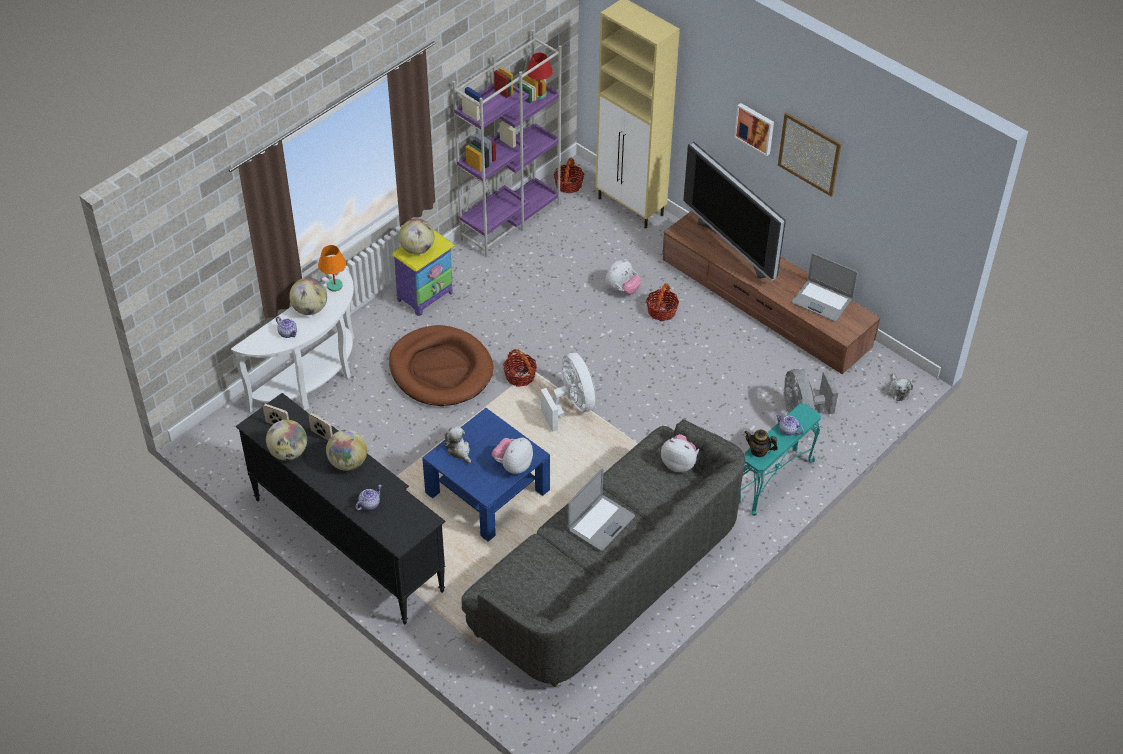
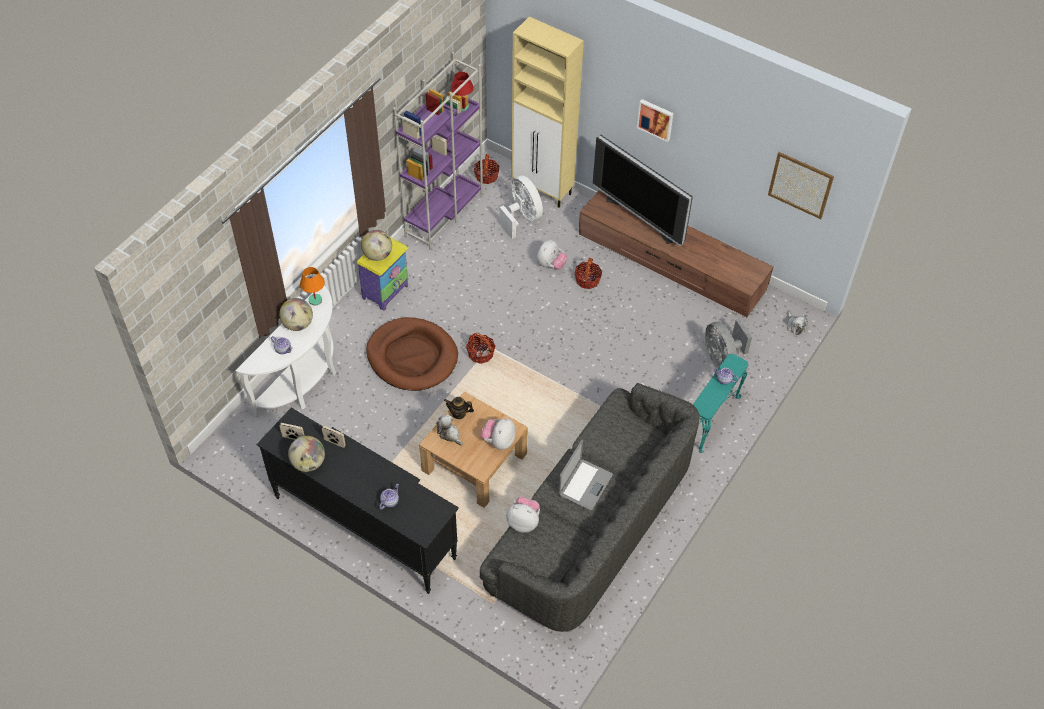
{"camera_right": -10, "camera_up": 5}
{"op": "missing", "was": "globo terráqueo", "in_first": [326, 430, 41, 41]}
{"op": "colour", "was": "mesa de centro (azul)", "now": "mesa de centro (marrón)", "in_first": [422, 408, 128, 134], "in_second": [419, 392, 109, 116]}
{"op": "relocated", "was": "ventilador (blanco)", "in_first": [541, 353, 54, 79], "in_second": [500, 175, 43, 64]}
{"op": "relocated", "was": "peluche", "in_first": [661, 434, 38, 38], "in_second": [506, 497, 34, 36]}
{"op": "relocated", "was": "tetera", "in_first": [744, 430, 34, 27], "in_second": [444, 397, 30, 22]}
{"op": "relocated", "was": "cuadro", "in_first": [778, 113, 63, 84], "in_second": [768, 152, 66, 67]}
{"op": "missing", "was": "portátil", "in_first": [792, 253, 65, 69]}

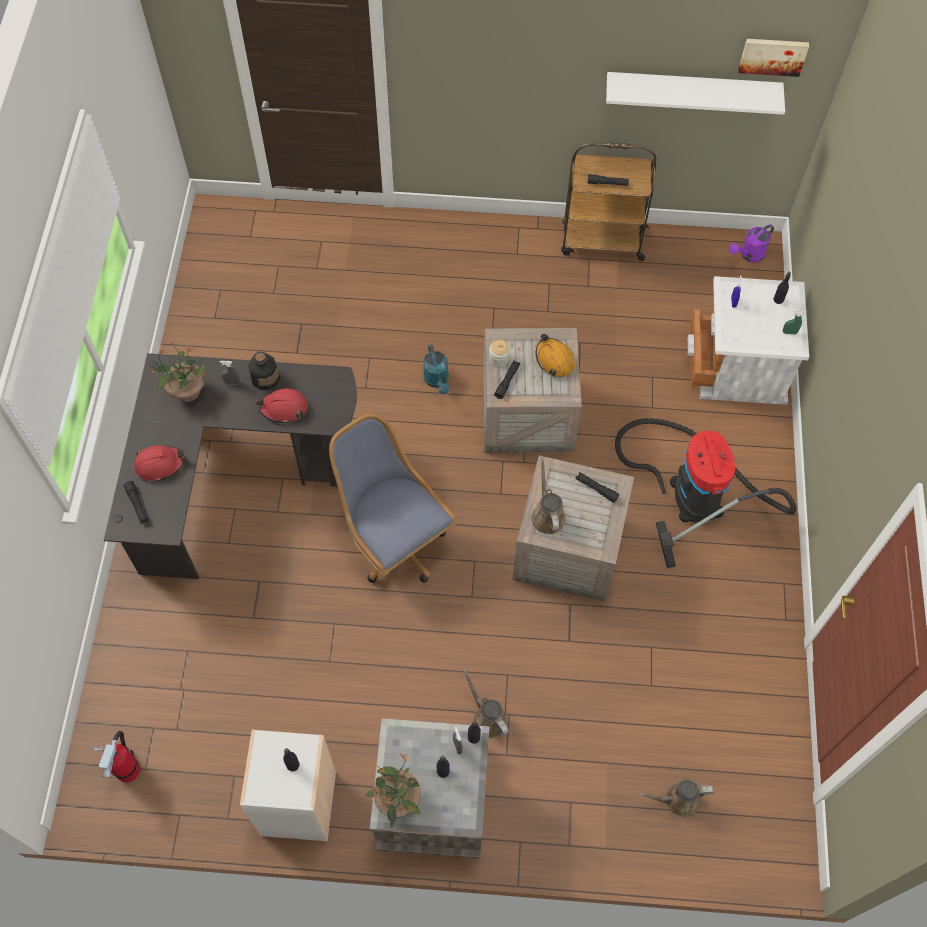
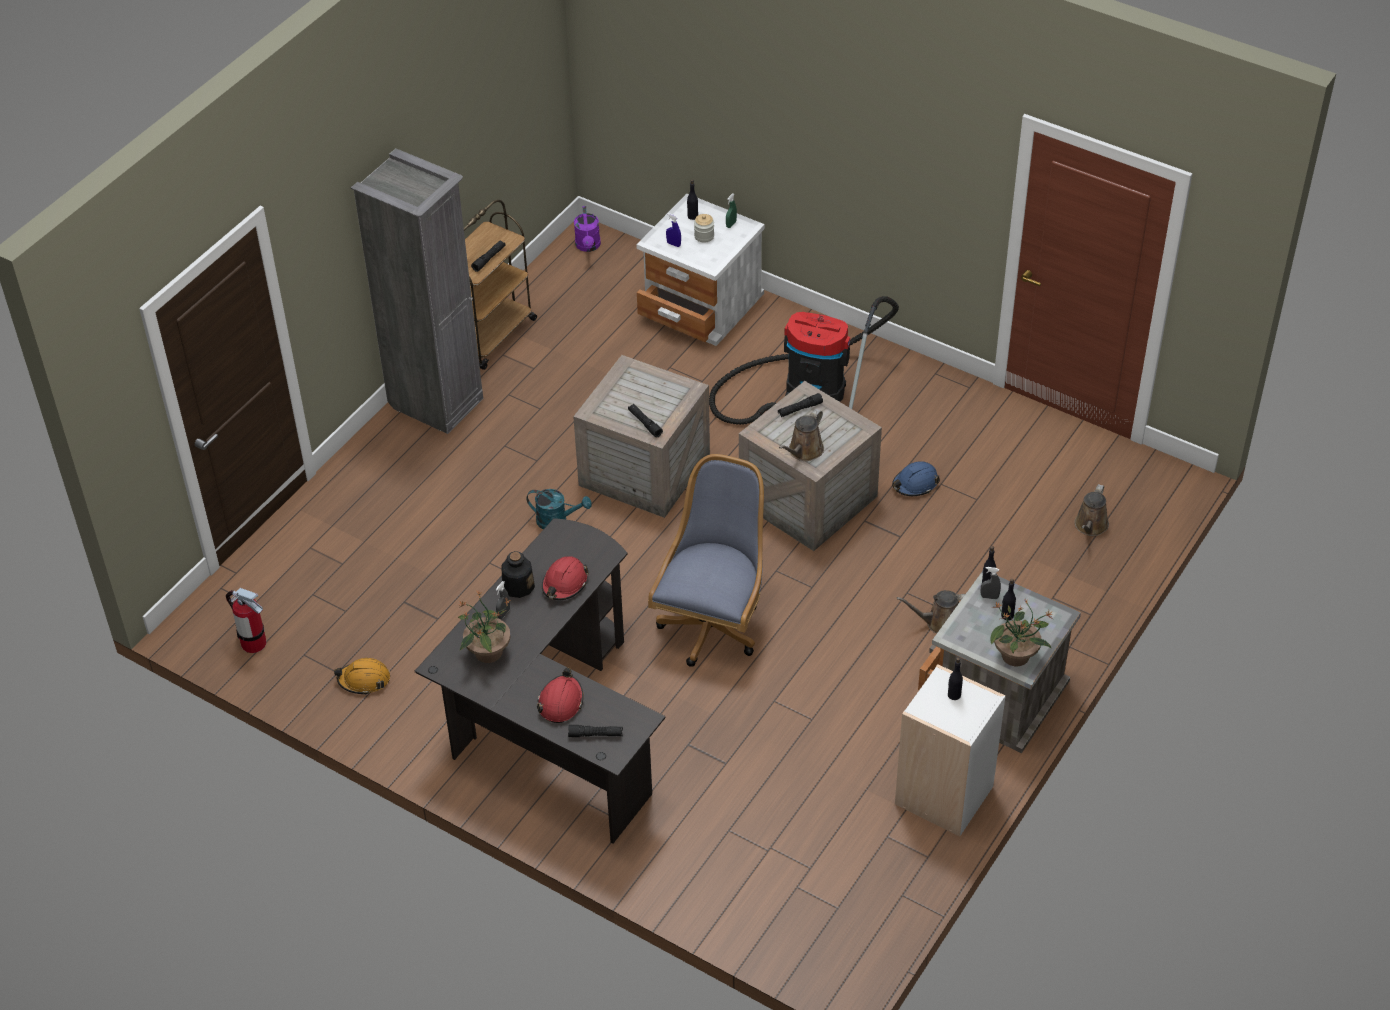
{"camera_right": -60, "camera_up": -15}
{"op": "relocated", "was": "extintor", "in_first": [92, 731, 49, 52], "in_second": [226, 588, 40, 65]}
{"op": "spun", "was": "silla de oficina (azul)", "in_first": [329, 414, 127, 169], "in_second": [648, 454, 116, 213], "clockwise": 120}
{"op": "relocated", "was": "tarro", "in_first": [489, 340, 21, 27], "in_second": [694, 214, 20, 29]}
{"op": "spun", "was": "regadera (marrón)", "in_first": [531, 456, 35, 79], "in_second": [779, 409, 45, 52], "clockwise": -75}
{"op": "relocated", "was": "casco (naranja)", "in_first": [536, 333, 39, 44], "in_second": [334, 658, 56, 37]}
{"op": "missing", "was": "estante (blanco)", "in_first": [606, 72, 179, 43]}
{"op": "missing", "was": "cuadro", "in_first": [738, 39, 71, 38]}
{"op": "appeared", "now": "armario (gris)", "in_second": [351, 148, 132, 286]}
{"op": "appeared", "now": "casco (azul)", "in_second": [892, 461, 48, 35]}

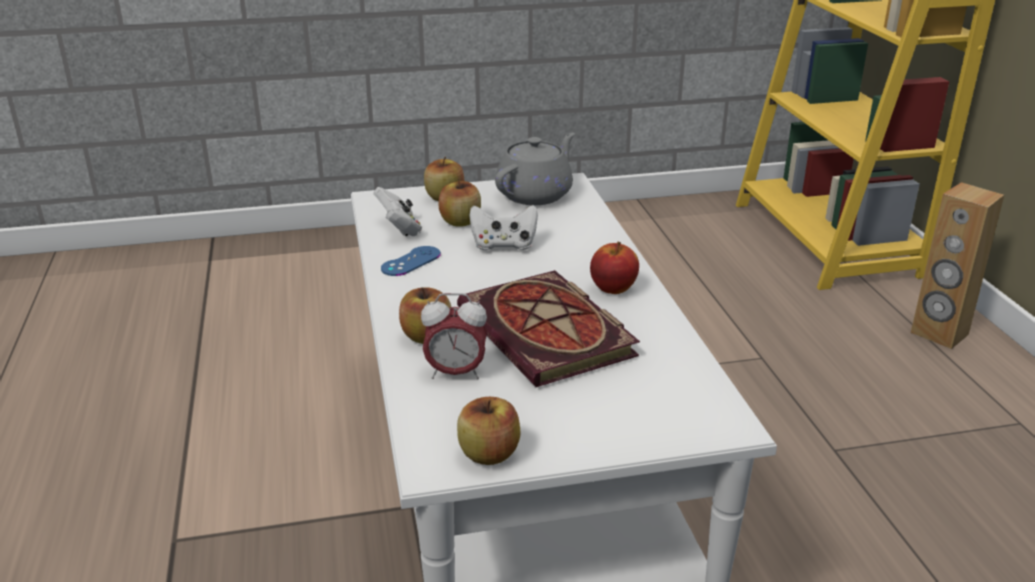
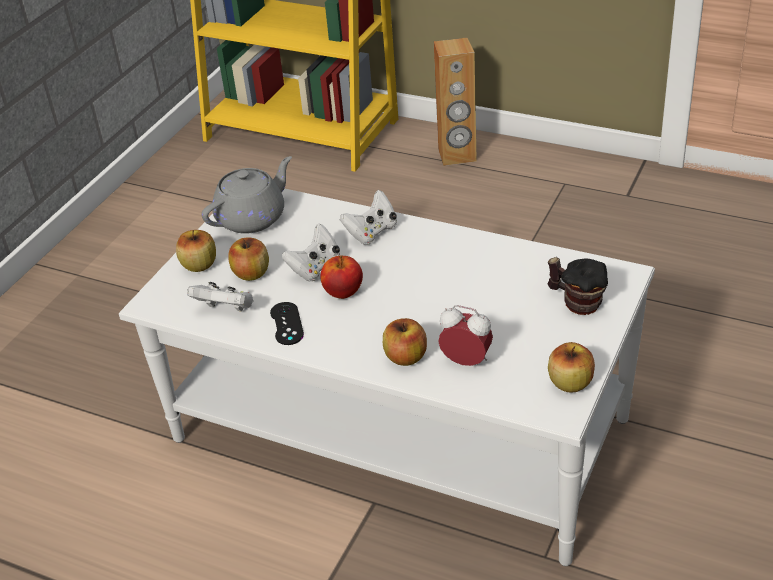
{"camera_right": -50, "camera_up": 10}
{"op": "colour", "was": "mando de consola (azul)", "now": "mando de consola (negro)", "in_first": [381, 246, 60, 30], "in_second": [270, 302, 34, 43]}
{"op": "spun", "was": "despertador", "in_first": [421, 293, 66, 86], "in_second": [438, 305, 55, 61], "clockwise": -105}
{"op": "missing", "was": "libro", "in_first": [457, 270, 183, 117]}
{"op": "spun", "was": "tetera (gris)", "in_first": [495, 133, 80, 72], "in_second": [201, 156, 91, 78], "clockwise": 60}
{"op": "relocated", "was": "manzana", "in_first": [590, 242, 49, 52], "in_second": [320, 255, 43, 44]}
{"op": "appeared", "now": "mando de consola (blanco)", "in_second": [340, 190, 57, 55]}
{"op": "appeared", "now": "taza grande", "in_second": [547, 257, 61, 58]}

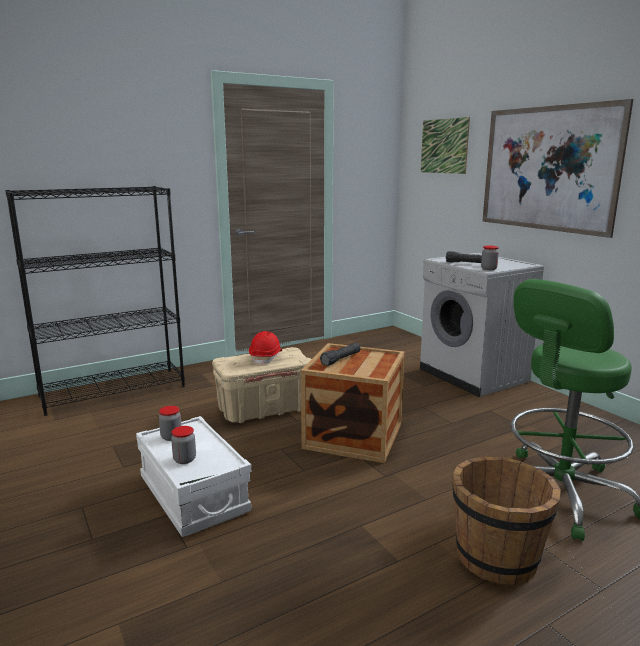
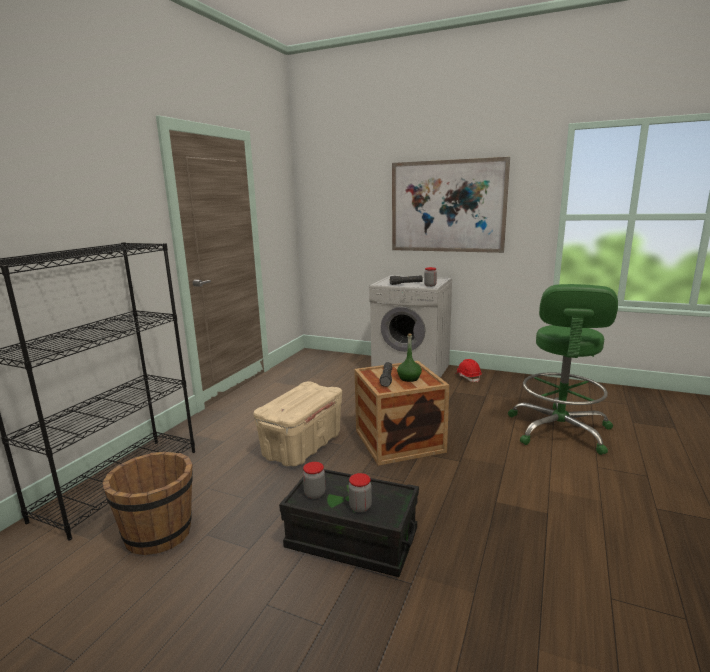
{"camera_right": -35, "camera_up": 0}
{"op": "colour", "was": "caja de almacenaje (blanco)", "now": "caja de almacenaje (negro)", "in_first": [136, 416, 115, 121], "in_second": [279, 469, 140, 108]}
{"op": "relocated", "was": "casco (rojo)", "in_first": [249, 331, 33, 35], "in_second": [455, 359, 27, 23]}
{"op": "missing", "was": "cuadro", "in_first": [421, 117, 49, 57]}
{"op": "relocated", "was": "cubo (marrón)", "in_first": [452, 457, 109, 128], "in_second": [103, 452, 90, 103]}
{"op": "appeared", "now": "botella (verde)", "in_second": [397, 334, 25, 48]}

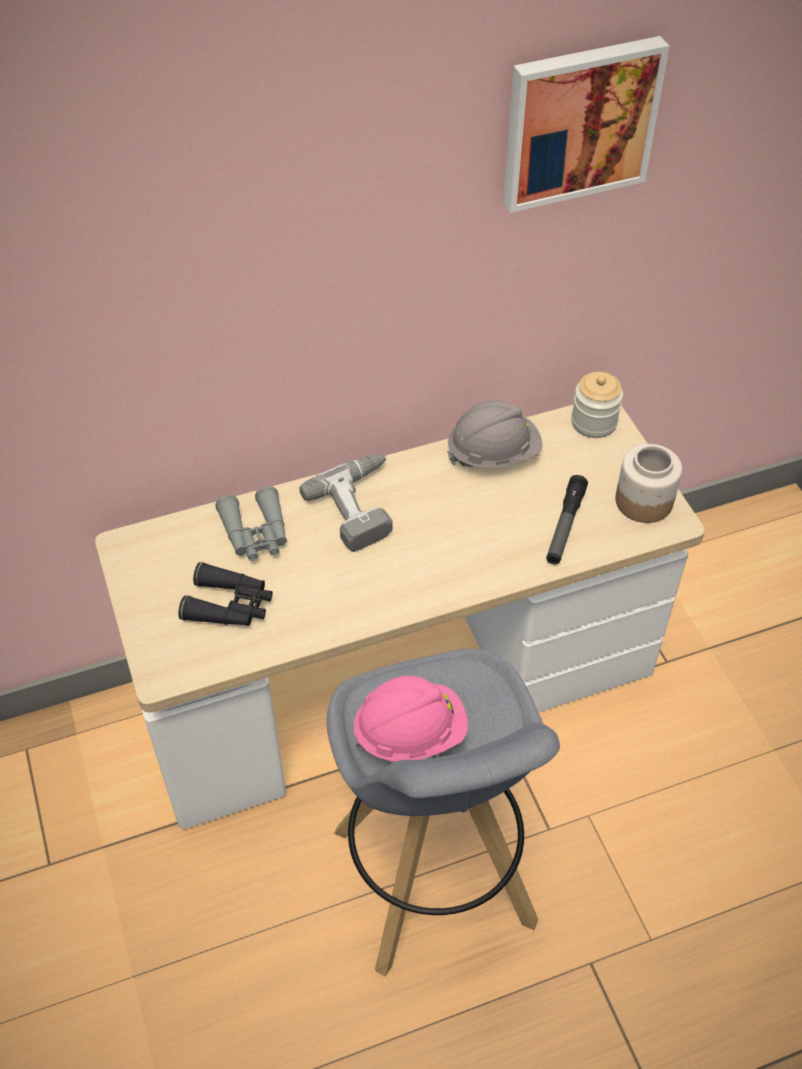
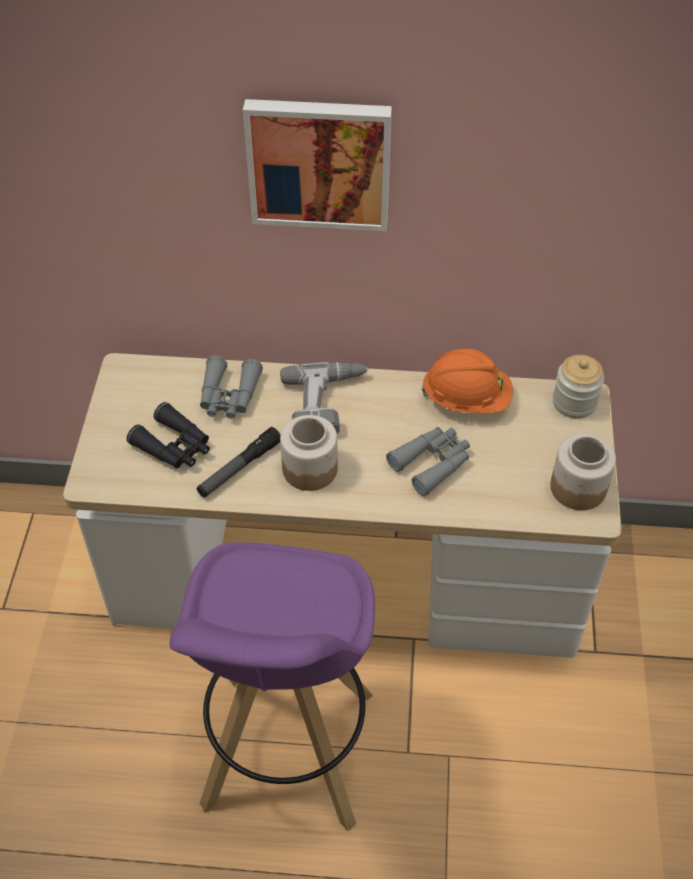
{"camera_right": 25, "camera_up": 0}
{"op": "colour", "was": "taburete (gris)", "now": "taburete (morado)", "in_first": [327, 648, 233, 328], "in_second": [170, 543, 205, 288]}
{"op": "missing", "was": "casco (rosa)", "in_first": [353, 676, 115, 86]}
{"op": "colour", "was": "casco (gris)", "now": "casco (naranja)", "in_first": [447, 400, 96, 68], "in_second": [421, 349, 92, 64]}
{"op": "relocated", "was": "cuadro", "in_first": [503, 36, 167, 177], "in_second": [243, 99, 149, 132]}
{"op": "relocated", "was": "linterna", "in_first": [546, 475, 42, 89], "in_second": [197, 427, 84, 70]}
{"op": "appeared", "now": "tarro", "in_second": [280, 415, 58, 76]}
{"op": "appeared", "now": "prismáticos (gris)", "in_second": [386, 427, 84, 69]}

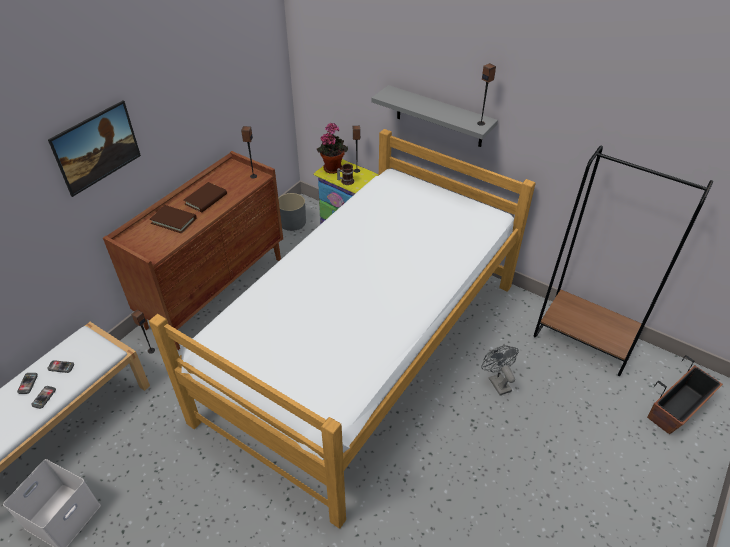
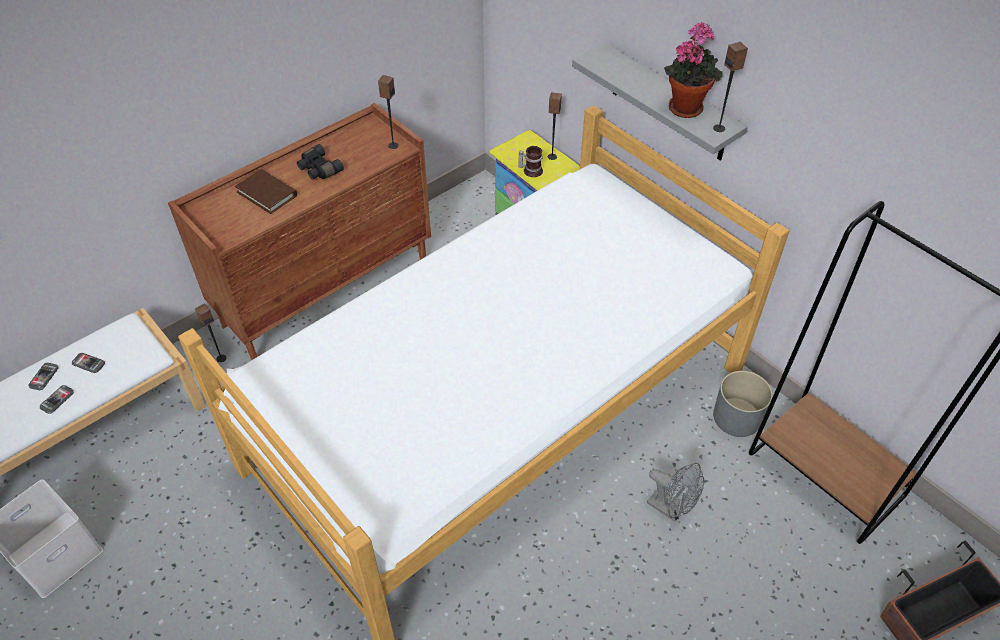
{"camera_right": 15, "camera_up": 5}
{"op": "missing", "was": "cuadro", "in_first": [48, 101, 93, 96]}
{"op": "exchanged", "was": "libro (marrón)", "now": "prismáticos (negro)", "in_first": [183, 182, 44, 31], "in_second": [297, 144, 47, 36]}
{"op": "relocated", "was": "maceta (gris)", "in_first": [278, 193, 28, 38], "in_second": [713, 371, 60, 66]}
{"op": "relocated", "was": "planta en maceta", "in_first": [317, 123, 31, 51], "in_second": [664, 22, 59, 96]}
{"op": "spun", "was": "ventilador (gris)", "in_first": [481, 345, 38, 50], "in_second": [647, 463, 57, 59], "clockwise": 135}

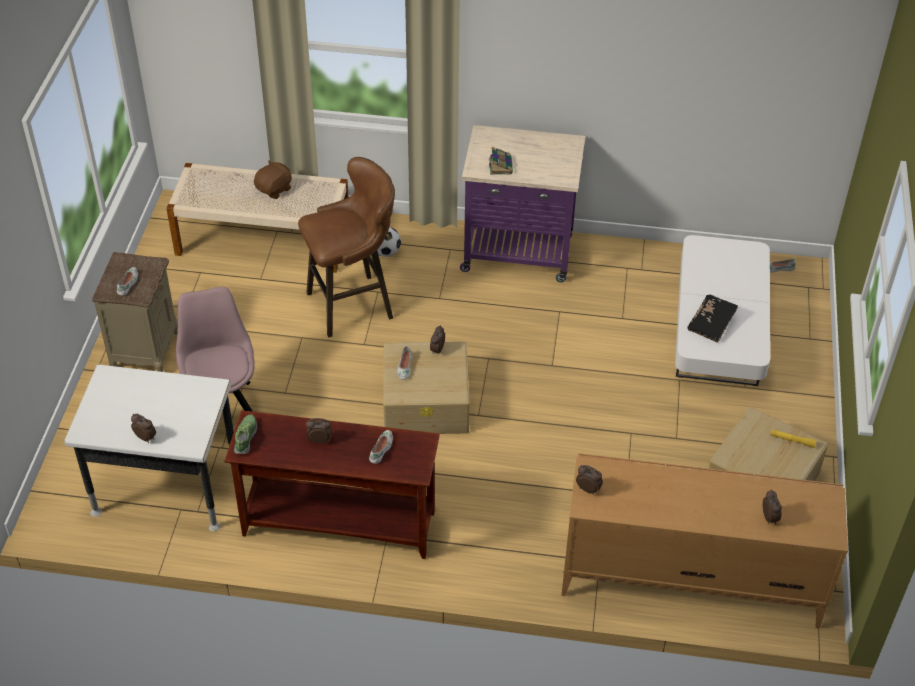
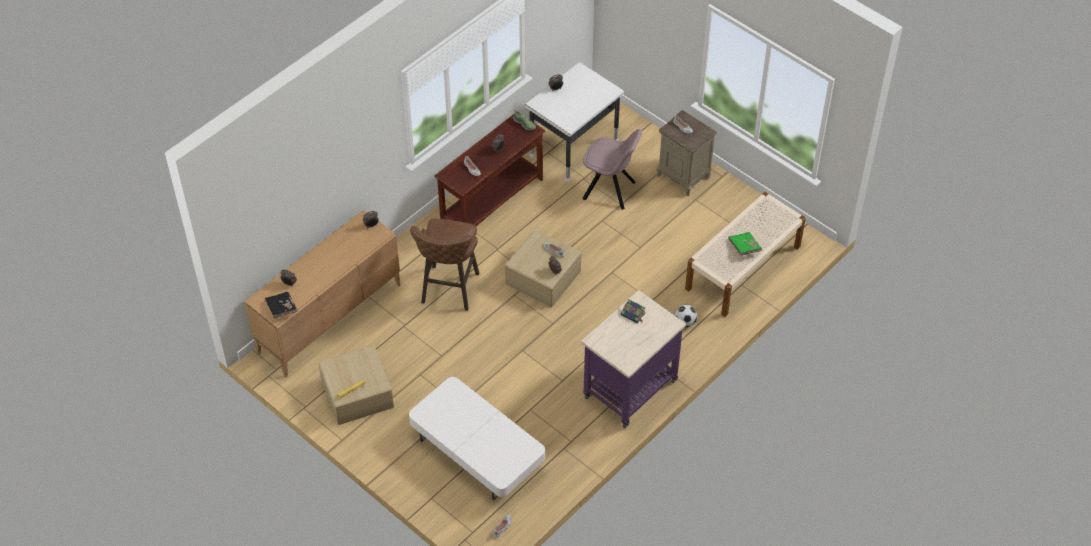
{"camera_right": 125, "camera_up": 5}
{"op": "exchanged", "was": "peluche (marrón)", "now": "libro (verde)", "in_first": [254, 160, 38, 39], "in_second": [728, 232, 34, 24]}
{"op": "relocated", "was": "taburete (marrón)", "in_first": [298, 157, 97, 180], "in_second": [410, 218, 69, 93]}
{"op": "relocated", "was": "libro (negro)", "in_first": [687, 295, 51, 48], "in_second": [264, 292, 33, 26]}

